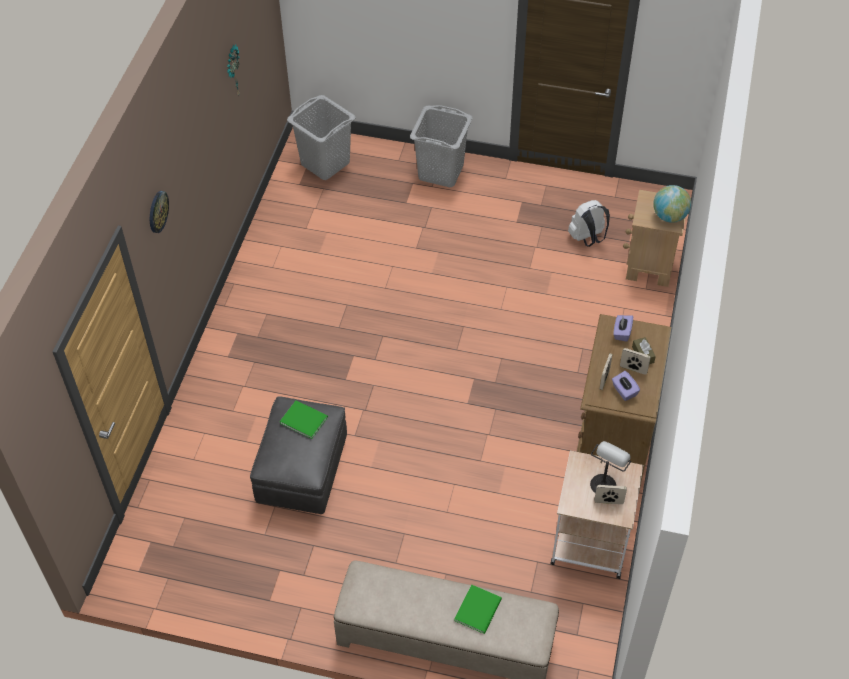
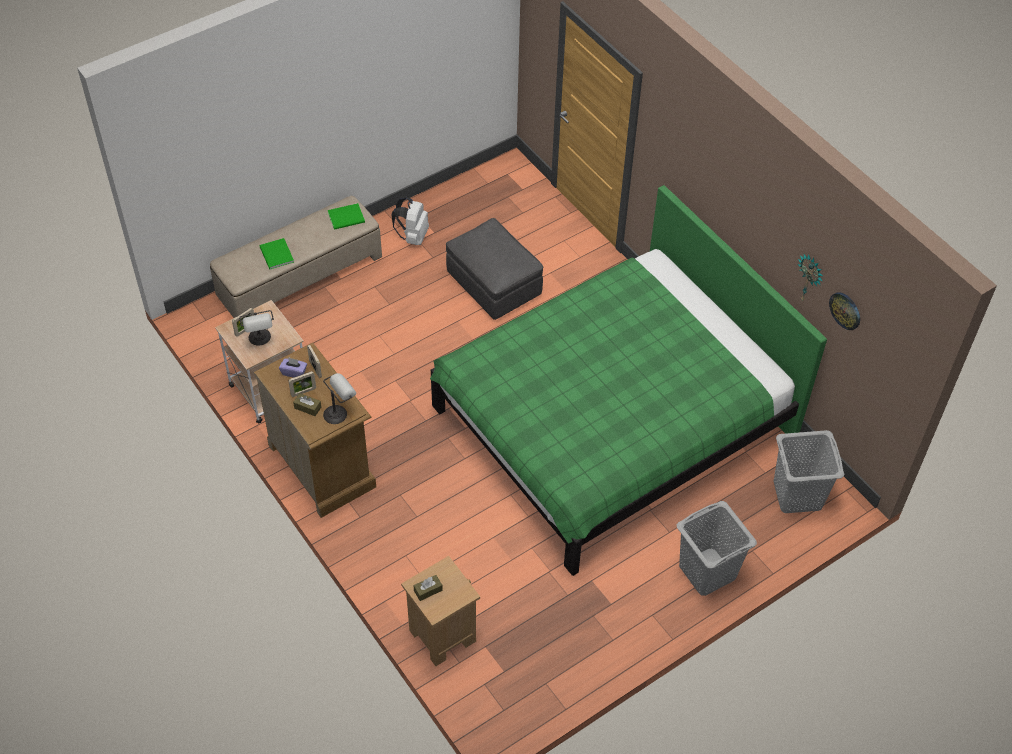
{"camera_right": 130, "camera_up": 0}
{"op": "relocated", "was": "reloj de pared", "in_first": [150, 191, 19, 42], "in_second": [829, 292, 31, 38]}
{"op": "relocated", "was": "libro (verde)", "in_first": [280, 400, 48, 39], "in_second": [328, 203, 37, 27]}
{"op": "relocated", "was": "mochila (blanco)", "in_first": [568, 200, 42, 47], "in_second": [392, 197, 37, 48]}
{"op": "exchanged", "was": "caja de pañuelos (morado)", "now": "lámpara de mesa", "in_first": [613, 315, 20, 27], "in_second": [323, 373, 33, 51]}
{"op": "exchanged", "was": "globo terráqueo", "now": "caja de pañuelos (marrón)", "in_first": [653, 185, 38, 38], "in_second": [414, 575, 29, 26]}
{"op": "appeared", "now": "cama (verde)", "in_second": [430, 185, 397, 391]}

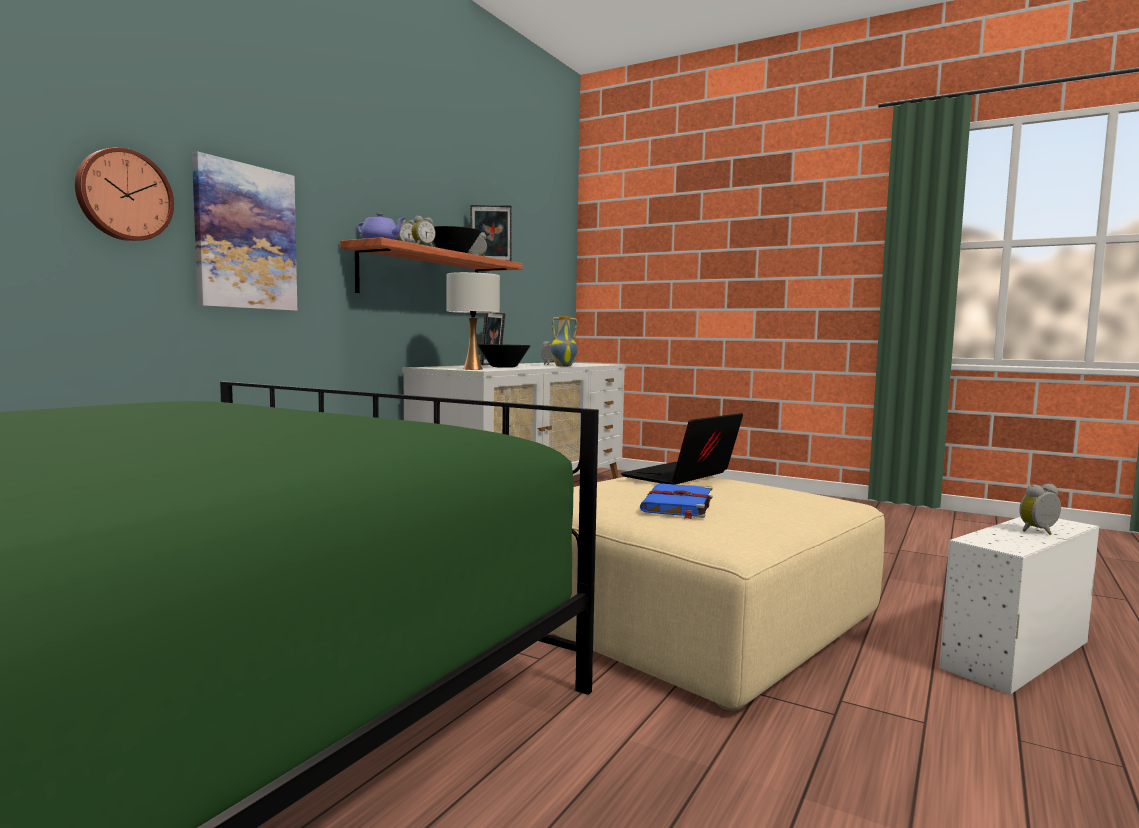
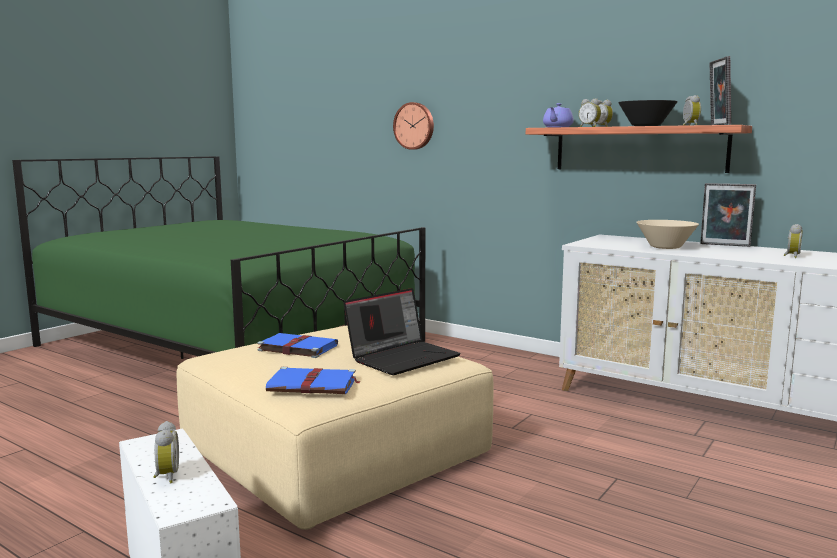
{"camera_right": 95, "camera_up": 5}
{"op": "missing", "was": "cuadro", "in_first": [192, 151, 105, 160]}
{"op": "missing", "was": "lámpara de mesa (blanco)", "in_first": [446, 272, 54, 98]}
{"op": "colour", "was": "cuenco (negro)", "now": "cuenco (beis)", "in_first": [477, 344, 54, 24], "in_second": [636, 220, 63, 29]}
{"op": "missing", "was": "florero", "in_first": [550, 316, 28, 51]}
{"op": "spun", "was": "portátil", "in_first": [621, 413, 122, 72], "in_second": [343, 288, 118, 87], "clockwise": 90}
{"op": "appeared", "now": "libro (azul)", "in_second": [266, 367, 95, 27]}

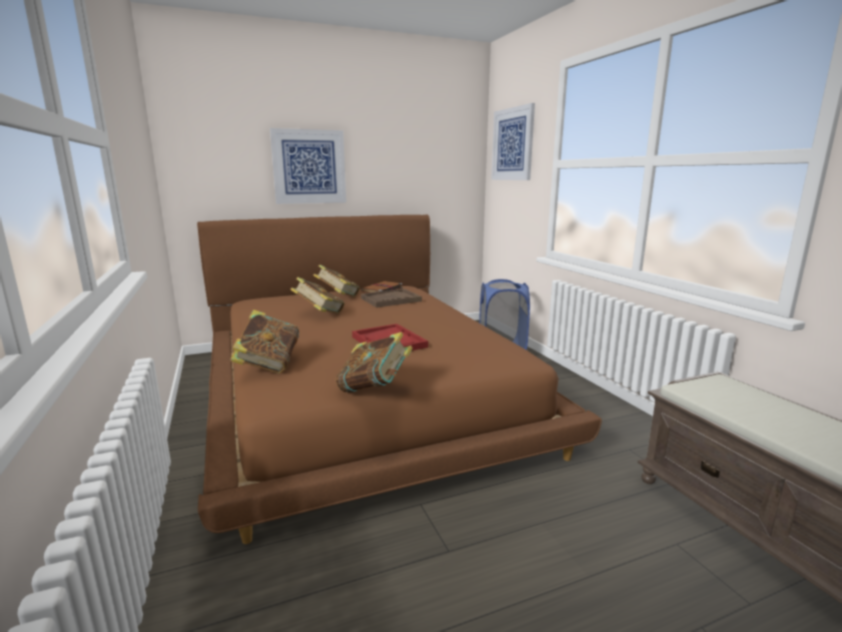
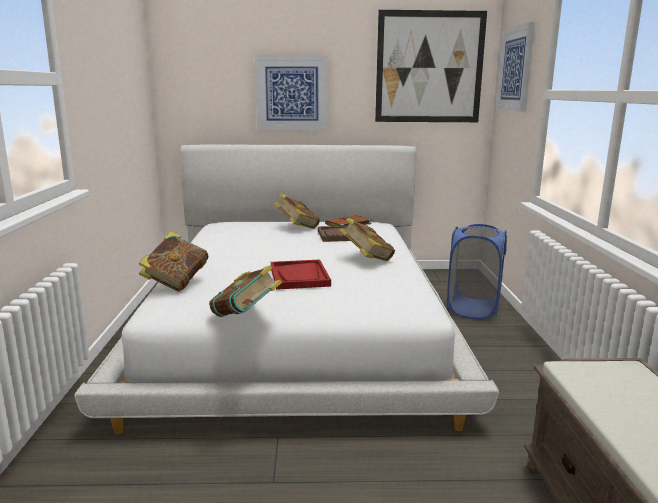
{"camera_right": 20, "camera_up": 0}
{"op": "colour", "was": "cama (marrón)", "now": "cama (blanco)", "in_first": [197, 215, 405, 329], "in_second": [74, 145, 425, 290]}
{"op": "relocated", "was": "libro", "in_first": [290, 277, 55, 37], "in_second": [339, 218, 56, 43]}
{"op": "appeared", "now": "cuadro", "in_second": [375, 10, 112, 112]}

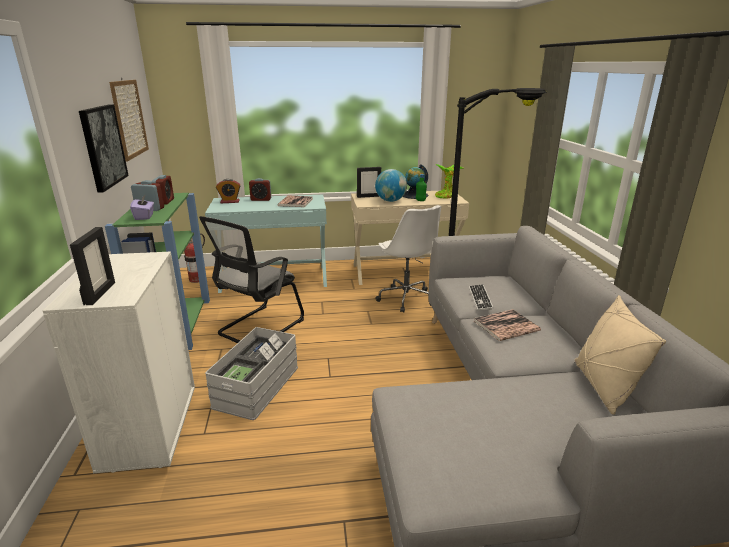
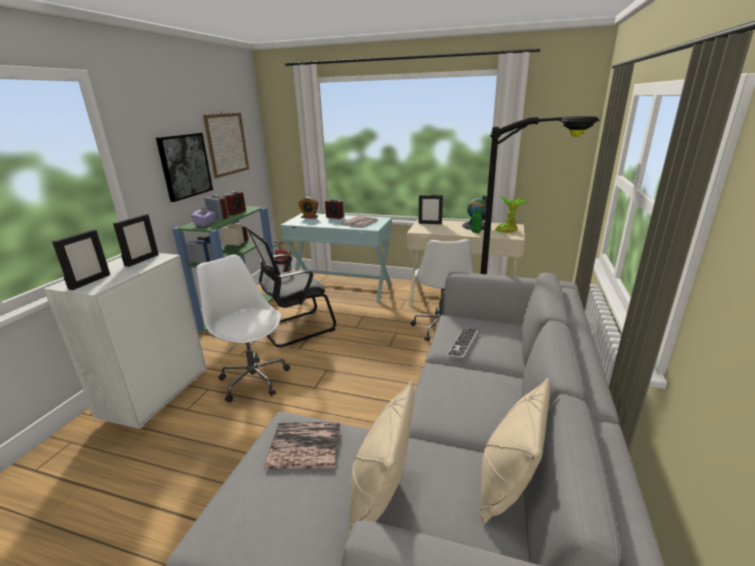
{"camera_right": 25, "camera_up": 0}
{"op": "exchanged", "was": "caja de almacenaje (gris)", "now": "silla de oficina (blanco)", "in_first": [205, 327, 93, 93], "in_second": [196, 255, 94, 147]}
{"op": "missing", "was": "globo terráqueo", "in_first": [375, 169, 32, 33]}
{"op": "relocated", "was": "libro", "in_first": [474, 309, 67, 32], "in_second": [264, 422, 77, 47]}
{"op": "appeared", "now": "portarretratos", "in_second": [113, 214, 46, 53]}
{"op": "appeared", "now": "cojín (beis)", "in_second": [349, 380, 65, 152]}

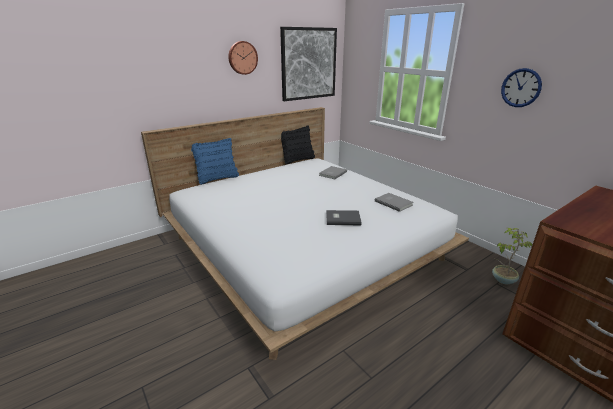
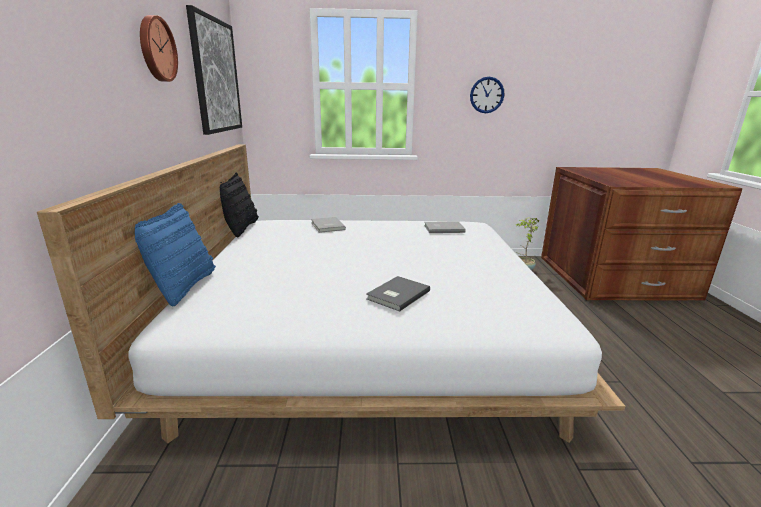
{"camera_right": -55, "camera_up": -5}
{"op": "relocated", "was": "libro (gris)", "in_first": [326, 210, 36, 15], "in_second": [366, 276, 64, 36]}

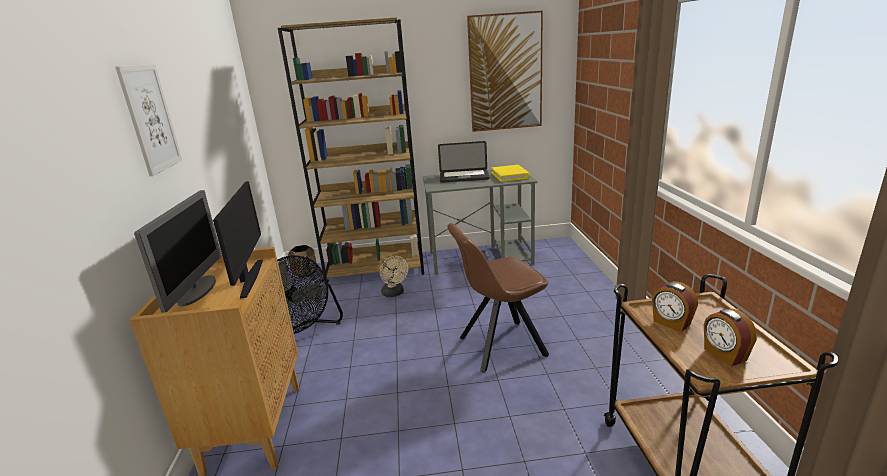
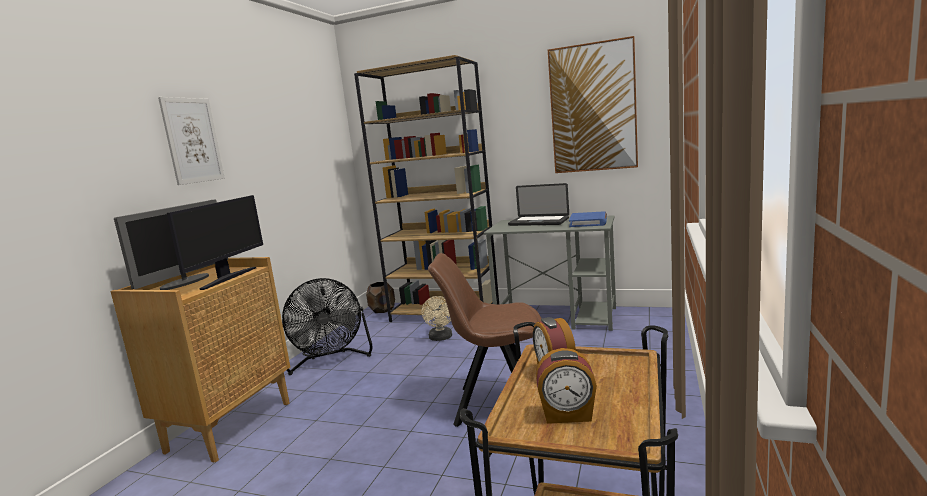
{"camera_right": 25, "camera_up": -10}
{"op": "colour", "was": "libro (amarillo)", "now": "libro (azul)", "in_first": [491, 165, 39, 17], "in_second": [569, 211, 38, 16]}
{"op": "spun", "was": "despertador", "in_first": [704, 309, 53, 58], "in_second": [536, 348, 61, 76], "clockwise": -90}

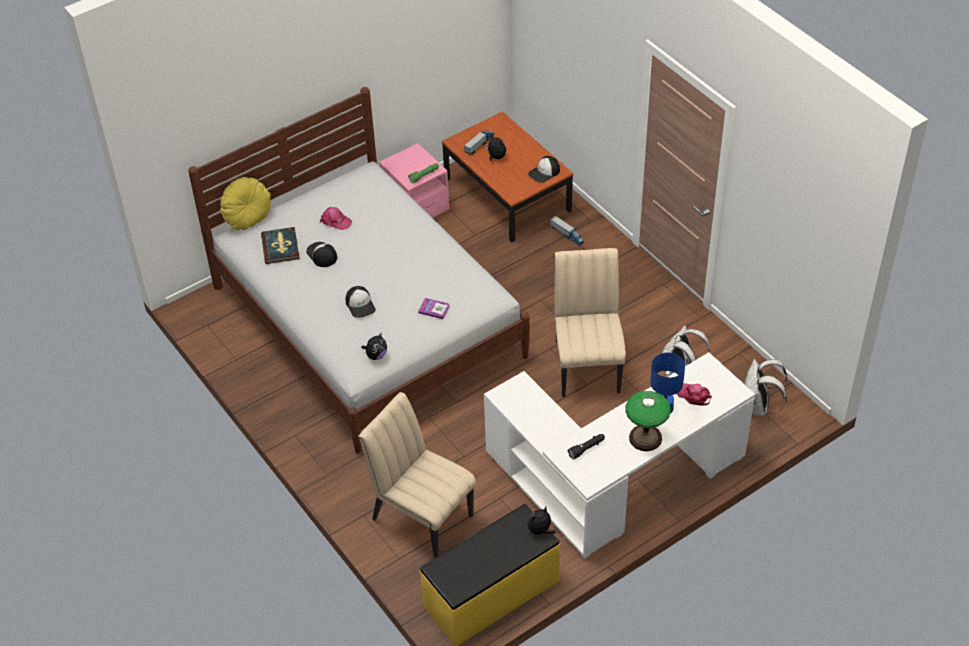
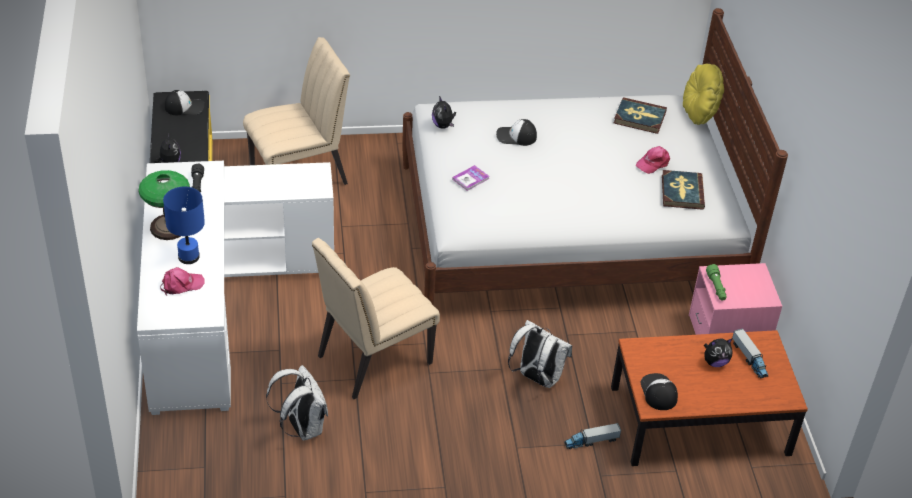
{"camera_right": 115, "camera_up": -5}
{"op": "relocated", "was": "gorra", "in_first": [306, 242, 31, 25], "in_second": [165, 90, 39, 25]}
{"op": "spun", "was": "silla (beis)", "in_first": [554, 248, 72, 149], "in_second": [312, 238, 128, 161], "clockwise": 120}
{"op": "relocated", "was": "mochila (blanco)", "in_first": [745, 359, 42, 57], "in_second": [508, 320, 64, 68]}
{"op": "appeared", "now": "libro", "in_second": [662, 170, 43, 40]}

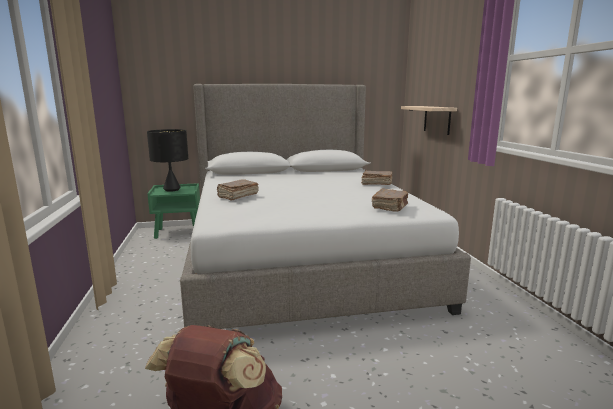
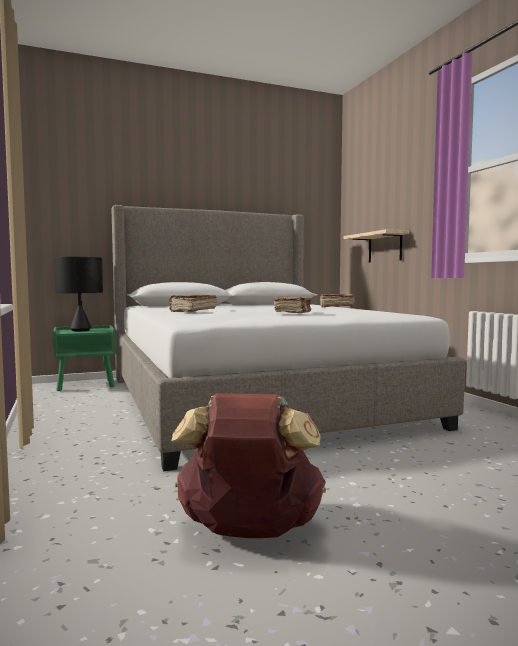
{"camera_right": -10, "camera_up": -10}
{"op": "relocated", "was": "libro (marrón)", "in_first": [372, 189, 36, 23], "in_second": [274, 296, 37, 17]}

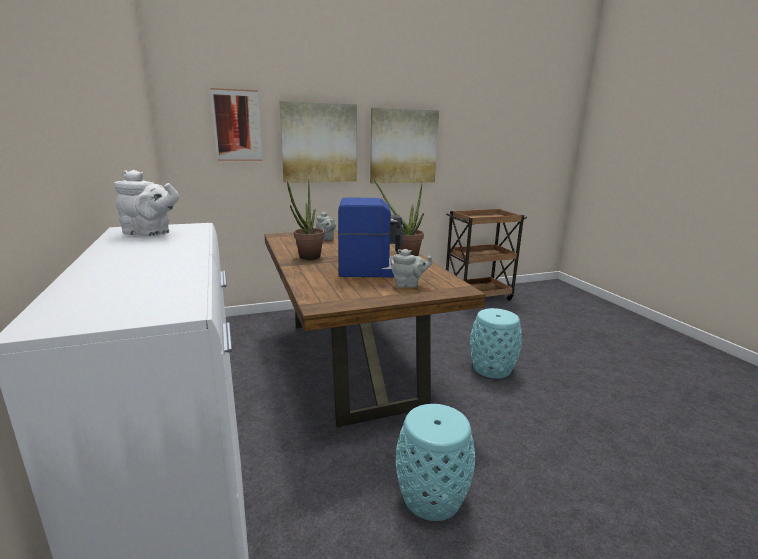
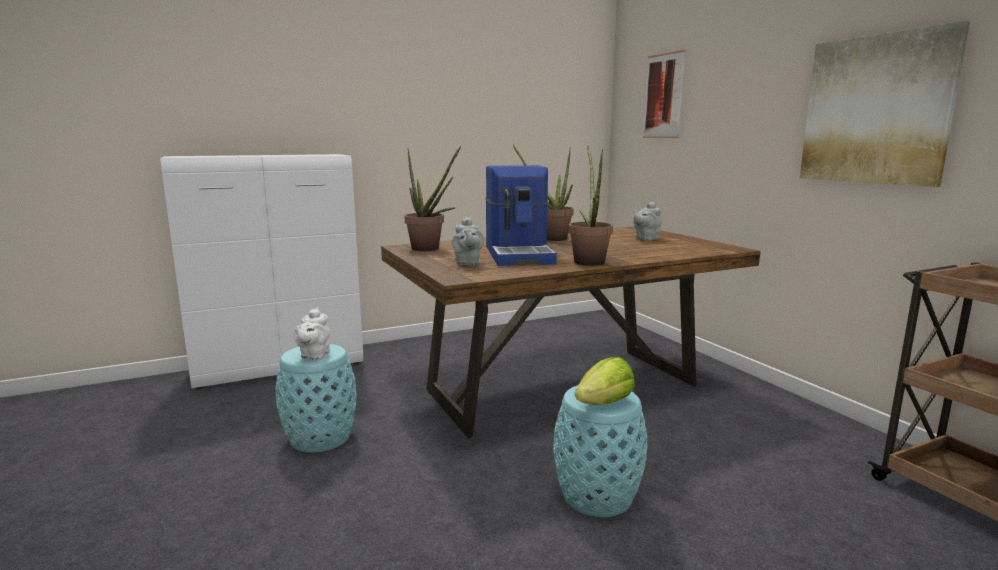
{"camera_right": 85, "camera_up": -5}
{"op": "relocated", "was": "tetera (blanco)", "in_first": [114, 170, 65, 66], "in_second": [294, 307, 36, 54]}
{"op": "missing", "was": "cuadro", "in_first": [279, 101, 78, 82]}
{"op": "appeared", "now": "planta en maceta", "in_second": [404, 146, 57, 105]}
{"op": "appeared", "now": "lechuga", "in_second": [575, 357, 60, 48]}

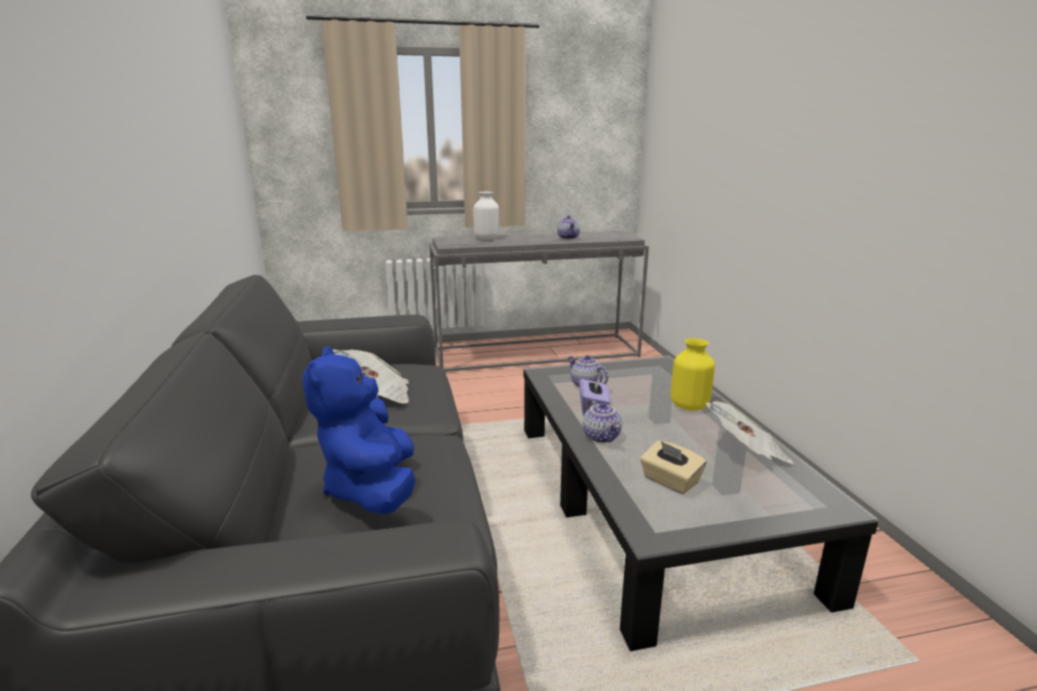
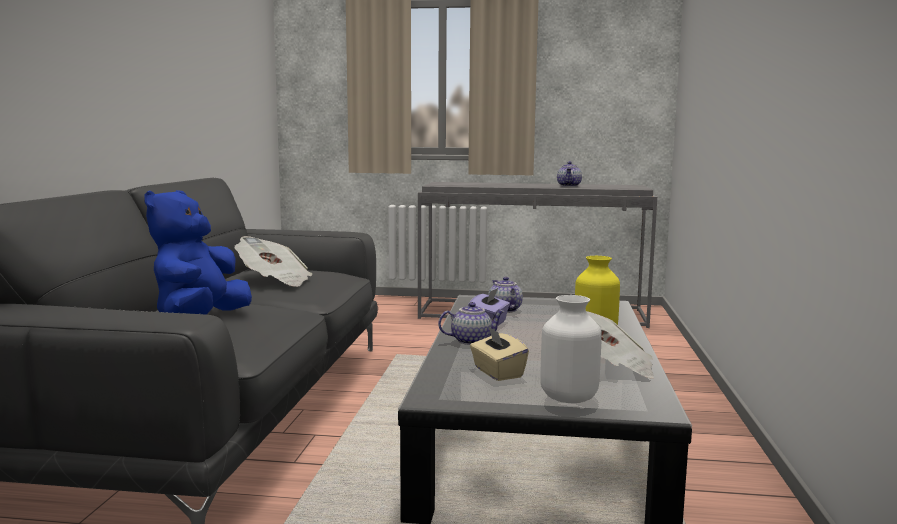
{"camera_right": 20, "camera_up": -10}
{"op": "relocated", "was": "florero (blanco)", "in_first": [473, 192, 26, 48], "in_second": [540, 295, 62, 108]}
{"op": "spun", "was": "tetera", "in_first": [583, 399, 39, 44], "in_second": [438, 302, 67, 43], "clockwise": -105}

